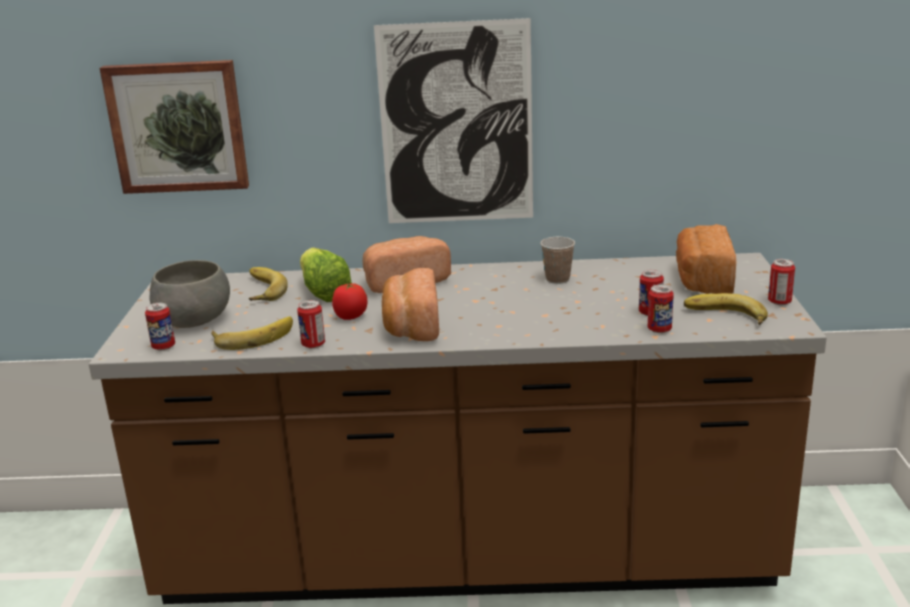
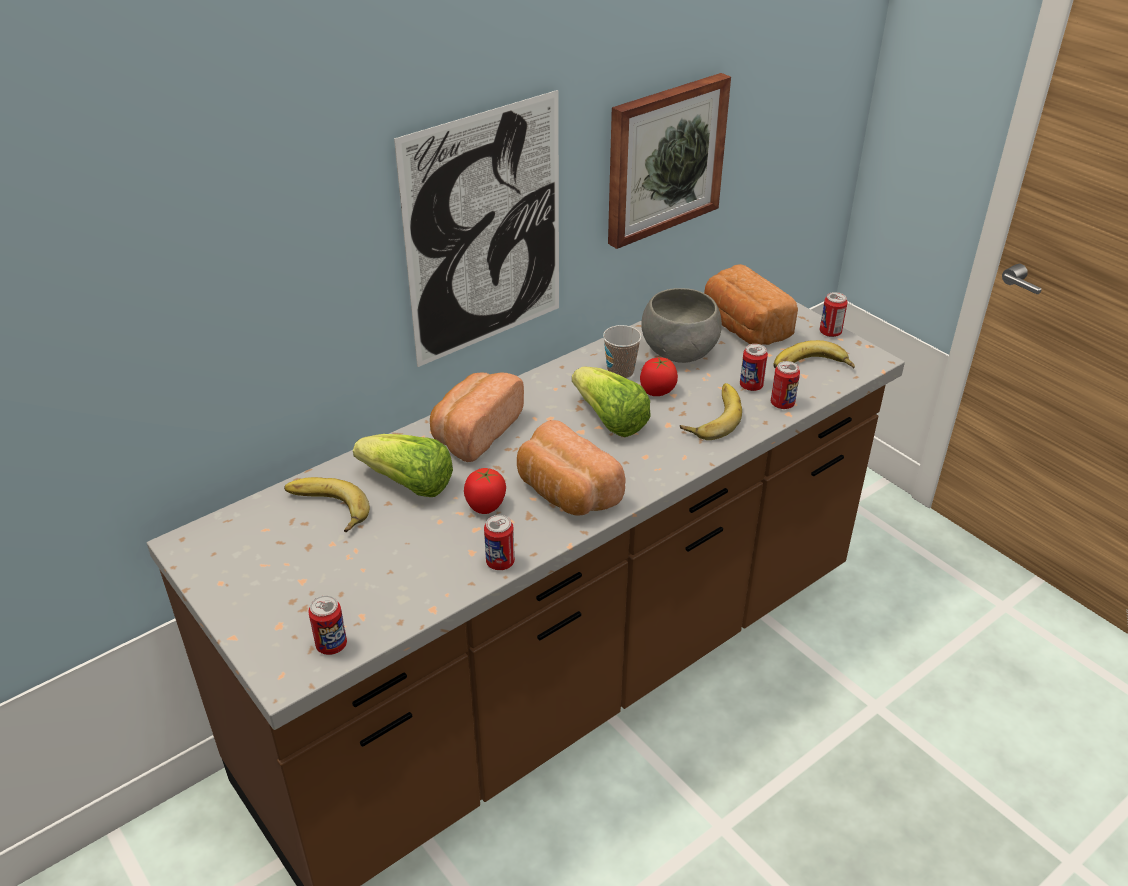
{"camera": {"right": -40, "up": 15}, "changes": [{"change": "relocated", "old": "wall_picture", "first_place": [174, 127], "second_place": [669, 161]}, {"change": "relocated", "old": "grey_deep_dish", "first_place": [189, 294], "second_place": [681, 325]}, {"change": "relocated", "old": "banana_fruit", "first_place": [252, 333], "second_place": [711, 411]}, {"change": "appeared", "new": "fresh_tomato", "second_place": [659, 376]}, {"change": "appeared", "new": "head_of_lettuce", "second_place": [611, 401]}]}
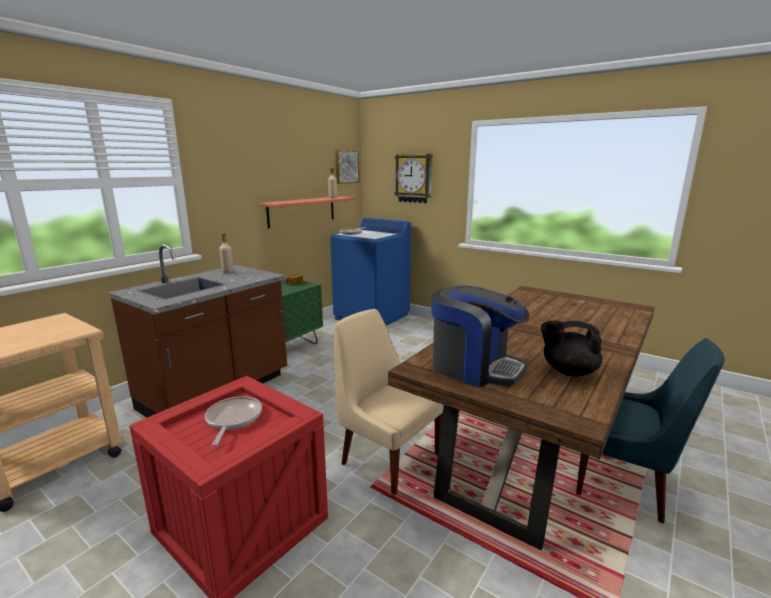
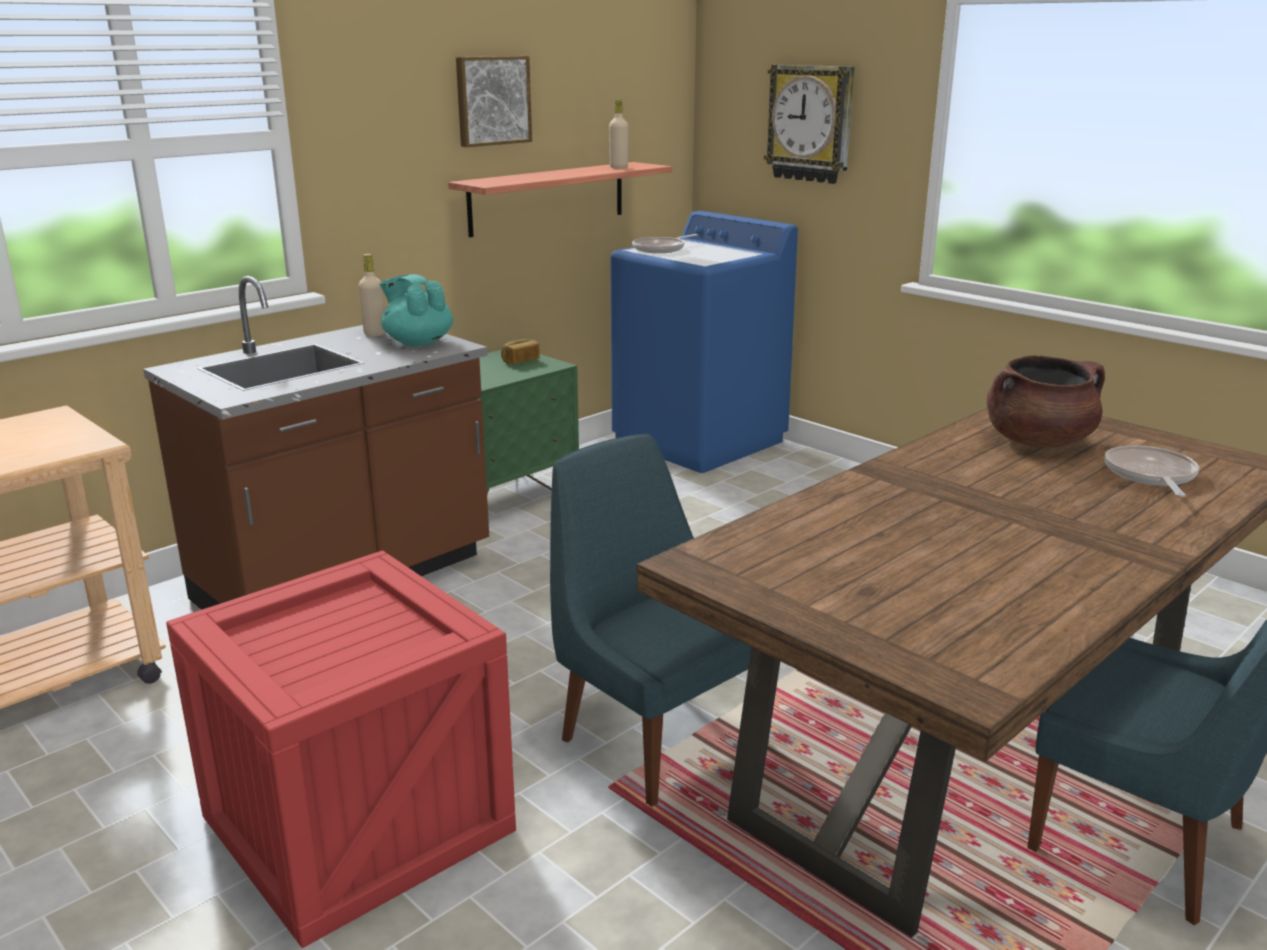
{"camera": {"right": 10, "up": 5}, "changes": [{"change": "relocated", "old": "wall_picture", "first_place": [347, 167], "second_place": [494, 101]}, {"change": "missing", "old": "coffee_machine", "first_place": [480, 336]}, {"change": "colour", "old": "beige-coloured_upright_chair", "new": "bluish_upright_chair", "first_place": [389, 402], "second_place": [650, 620]}, {"change": "missing", "old": "blackish_tea_pot", "first_place": [571, 348]}, {"change": "relocated", "old": "pan", "first_place": [233, 421], "second_place": [1151, 471]}, {"change": "appeared", "new": "blue-green_tea_pot", "second_place": [416, 310]}, {"change": "appeared", "new": "brownish_cooking_pot", "second_place": [1046, 401]}]}
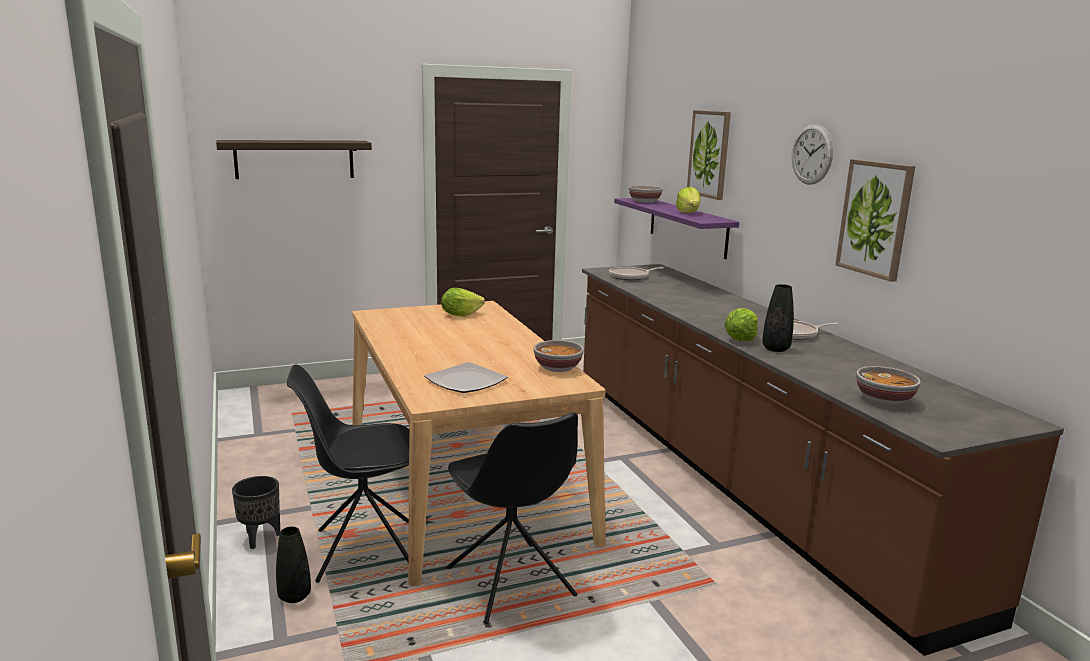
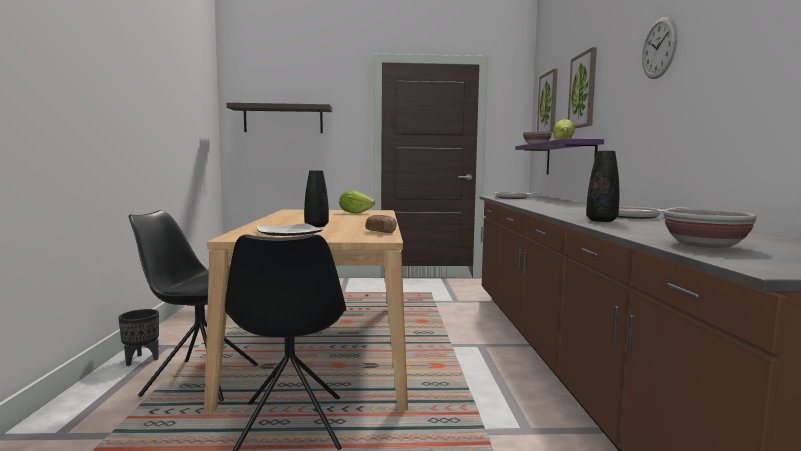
{"camera": {"right": 20, "up": -10}, "changes": [{"change": "relocated", "old": "wall_picture", "first_place": [875, 220], "second_place": [547, 101]}, {"change": "missing", "old": "head_of_lettuce", "first_place": [741, 324]}, {"change": "exchanged", "old": "deep_dish", "new": "baked_bread", "first_place": [558, 356], "second_place": [381, 224]}, {"change": "relocated", "old": "blackish_decorative_vase", "first_place": [293, 565], "second_place": [316, 198]}]}
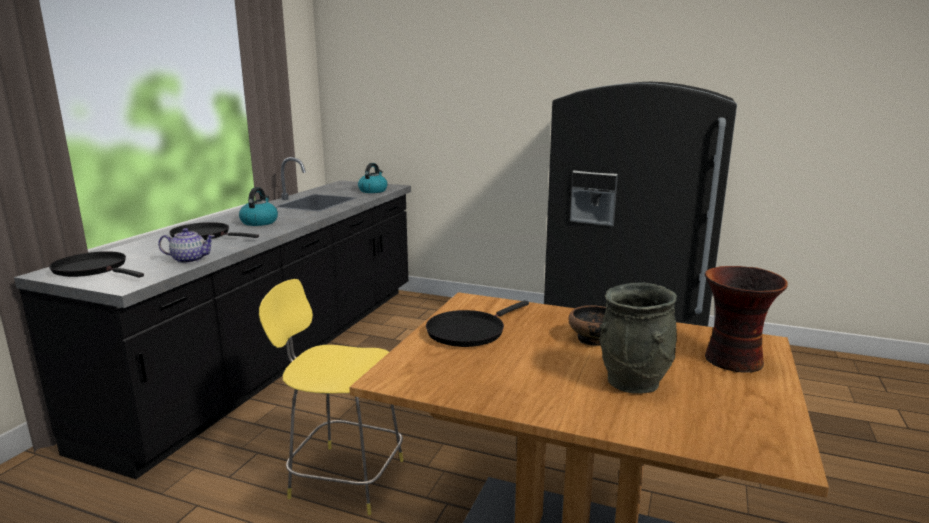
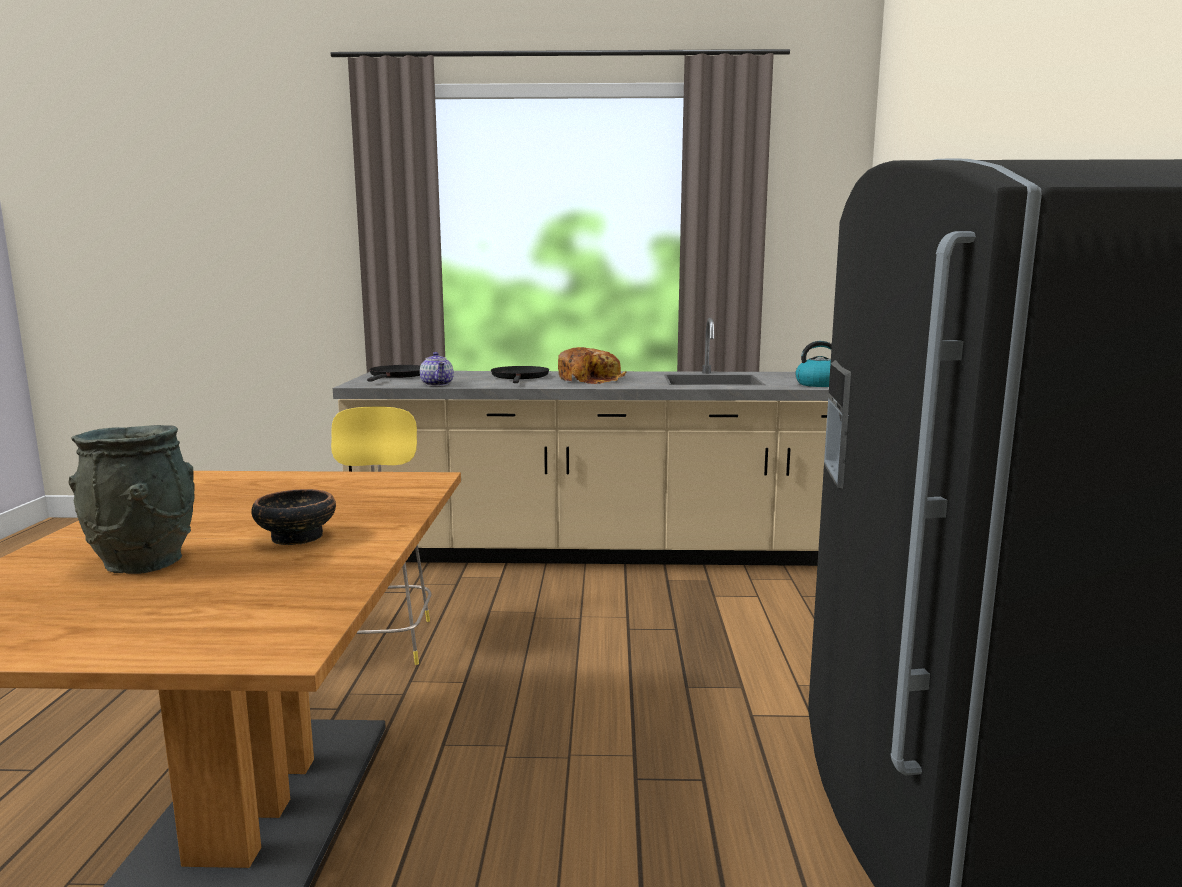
{"camera": {"right": 70, "up": -5}, "changes": [{"change": "colour", "old": "blackish_kitchen_base_unit", "new": "beige-coloured_kitchen_base_unit", "first_place": [212, 318], "second_place": [581, 442]}, {"change": "exchanged", "old": "water_kettle", "new": "baked_bread", "first_place": [258, 206], "second_place": [592, 365]}, {"change": "missing", "old": "decorative_vase", "first_place": [746, 319]}, {"change": "missing", "old": "blackish_pan", "first_place": [477, 323]}]}
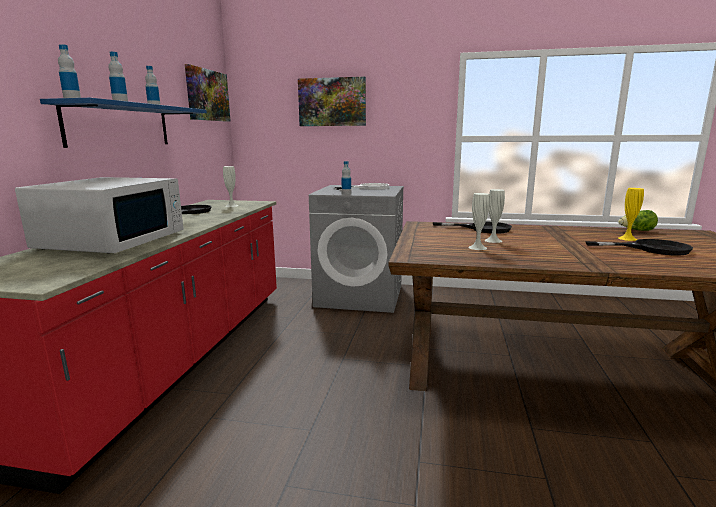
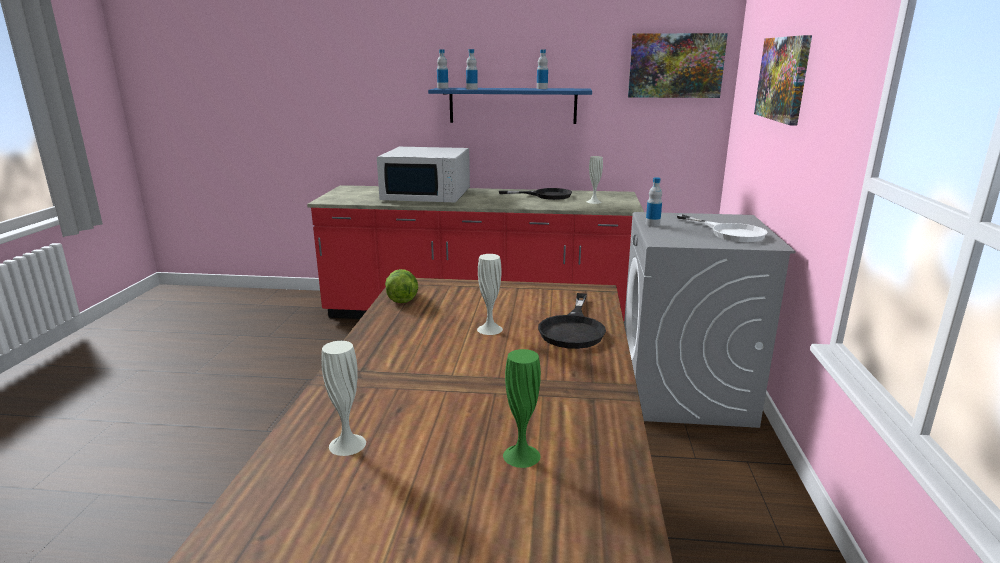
{"camera": {"right": 85, "up": 5}, "changes": [{"change": "colour", "old": "yellowish_decorative_vase", "new": "greenish_decorative_vase", "first_place": [631, 214], "second_place": [522, 408]}, {"change": "relocated", "old": "white-coloured_decorative_vase", "first_place": [479, 221], "second_place": [343, 398]}, {"change": "relocated", "old": "head_of_lettuce", "first_place": [638, 220], "second_place": [402, 286]}, {"change": "missing", "old": "blackish_pan", "first_place": [639, 247]}]}
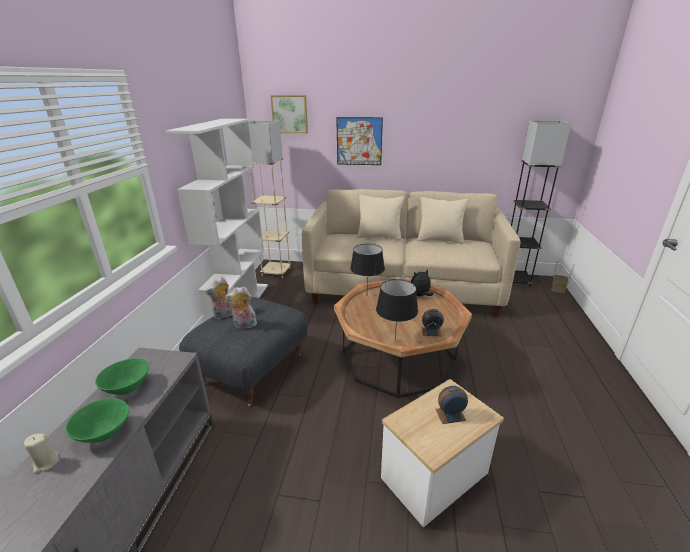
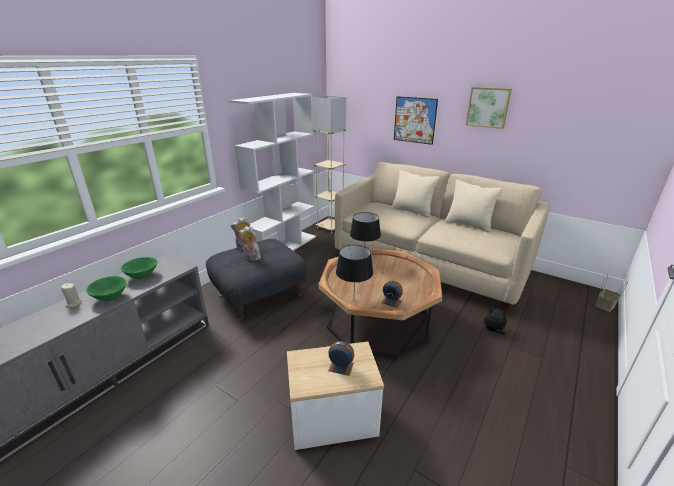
{"camera": {"right": 25, "up": 0}, "changes": [{"change": "relocated", "old": "wall_picture", "first_place": [289, 114], "second_place": [489, 108]}, {"change": "missing", "old": "grey_standing_lamp", "first_place": [541, 203]}, {"change": "relocated", "old": "plush_toy", "first_place": [422, 282], "second_place": [495, 321]}]}
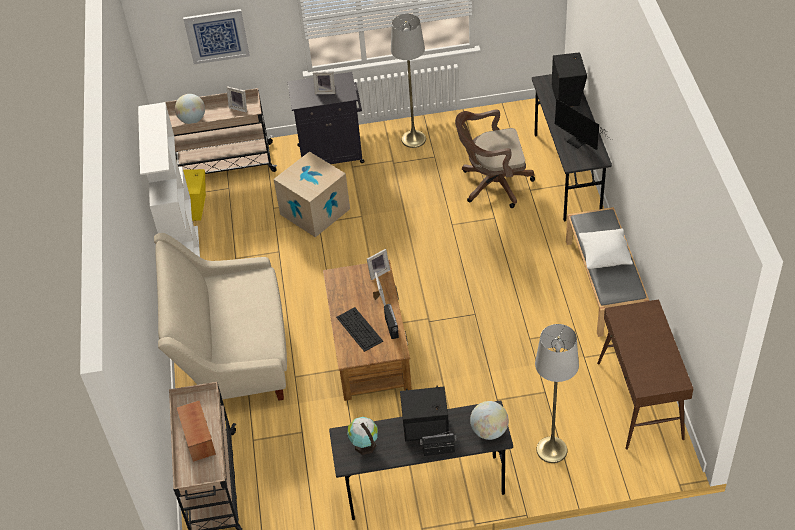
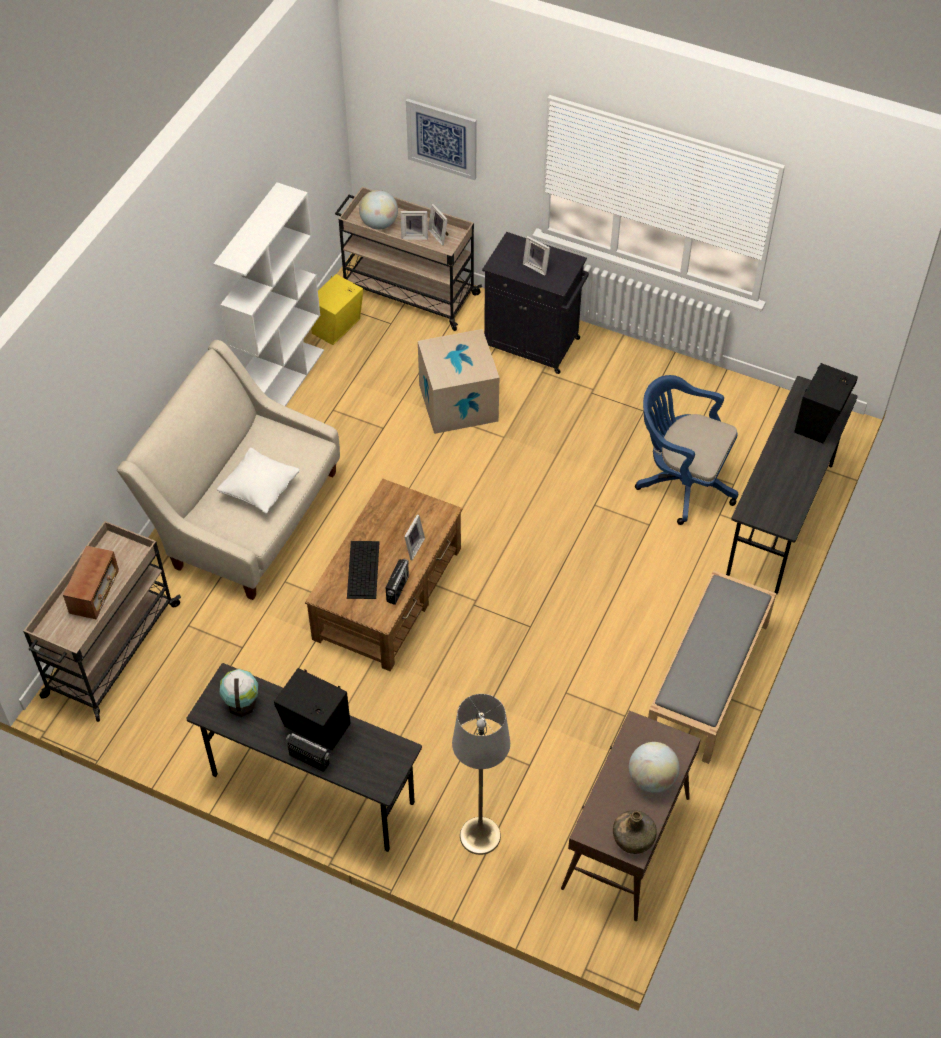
{"camera": {"right": 30, "up": 5}, "changes": [{"change": "missing", "old": "grey_standing_lamp", "first_place": [408, 81]}, {"change": "missing", "old": "computer_display", "first_place": [579, 124]}, {"change": "colour", "old": "brownish_desk_chair", "new": "bluish_desk_chair", "first_place": [495, 158], "second_place": [686, 450]}, {"change": "relocated", "old": "white-coloured_pillow", "first_place": [606, 249], "second_place": [258, 481]}, {"change": "relocated", "old": "standing_frame", "first_place": [378, 264], "second_place": [414, 225]}, {"change": "relocated", "old": "desk_globe", "first_place": [489, 420], "second_place": [654, 767]}, {"change": "appeared", "new": "greenish_bottle", "second_place": [635, 832]}]}
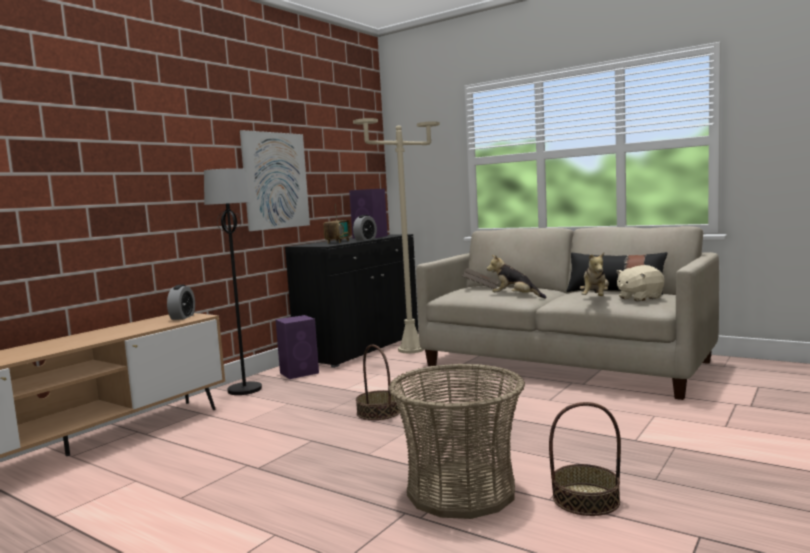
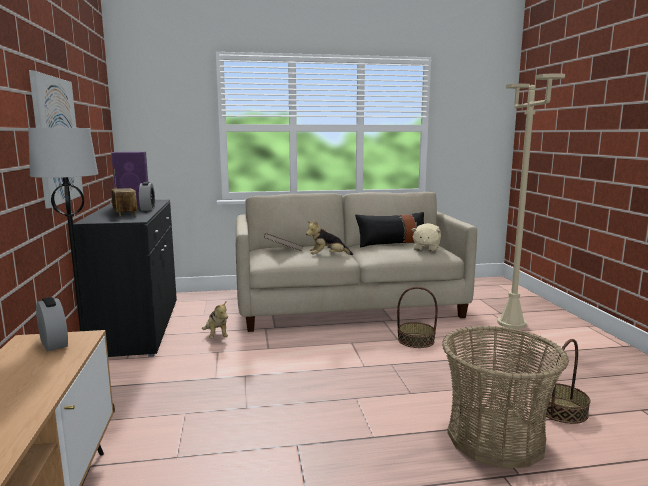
{"camera": {"right": -45, "up": 5}, "changes": [{"change": "relocated", "old": "beige-coloured_standing_lamp", "first_place": [396, 235], "second_place": [531, 201]}, {"change": "relocated", "old": "plush_toy", "first_place": [594, 274], "second_place": [215, 320]}, {"change": "missing", "old": "purple_loudspeaker", "first_place": [297, 347]}, {"change": "relocated", "old": "storage_basket", "first_place": [378, 382], "second_place": [417, 317]}]}
